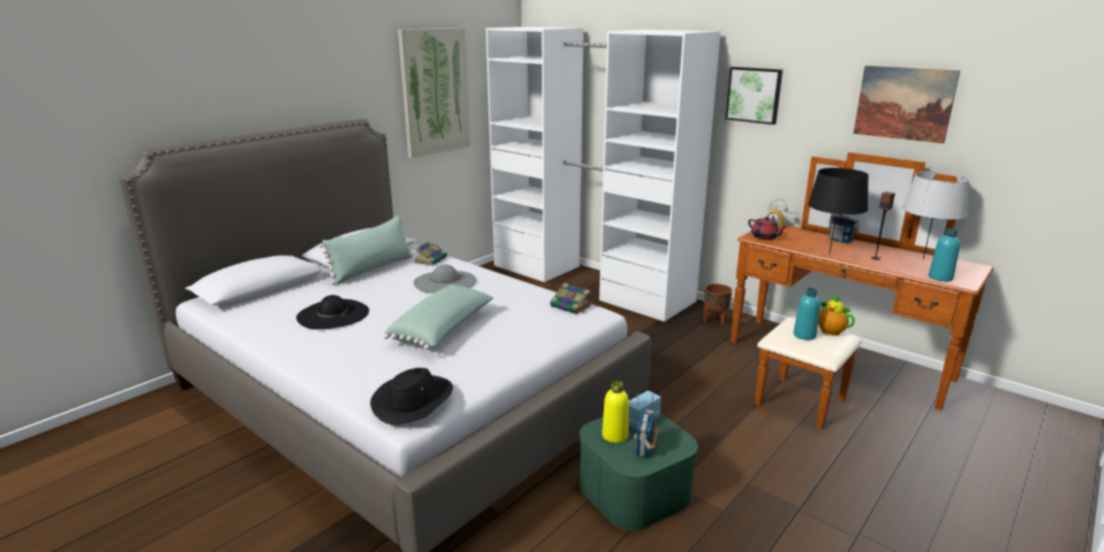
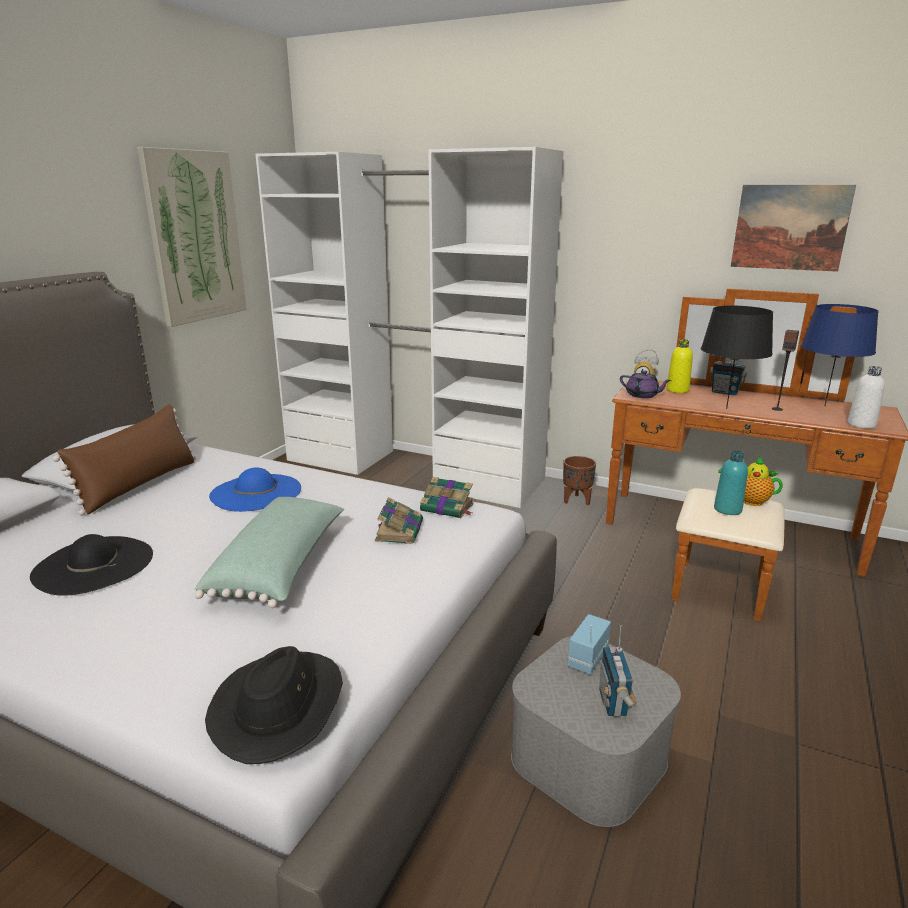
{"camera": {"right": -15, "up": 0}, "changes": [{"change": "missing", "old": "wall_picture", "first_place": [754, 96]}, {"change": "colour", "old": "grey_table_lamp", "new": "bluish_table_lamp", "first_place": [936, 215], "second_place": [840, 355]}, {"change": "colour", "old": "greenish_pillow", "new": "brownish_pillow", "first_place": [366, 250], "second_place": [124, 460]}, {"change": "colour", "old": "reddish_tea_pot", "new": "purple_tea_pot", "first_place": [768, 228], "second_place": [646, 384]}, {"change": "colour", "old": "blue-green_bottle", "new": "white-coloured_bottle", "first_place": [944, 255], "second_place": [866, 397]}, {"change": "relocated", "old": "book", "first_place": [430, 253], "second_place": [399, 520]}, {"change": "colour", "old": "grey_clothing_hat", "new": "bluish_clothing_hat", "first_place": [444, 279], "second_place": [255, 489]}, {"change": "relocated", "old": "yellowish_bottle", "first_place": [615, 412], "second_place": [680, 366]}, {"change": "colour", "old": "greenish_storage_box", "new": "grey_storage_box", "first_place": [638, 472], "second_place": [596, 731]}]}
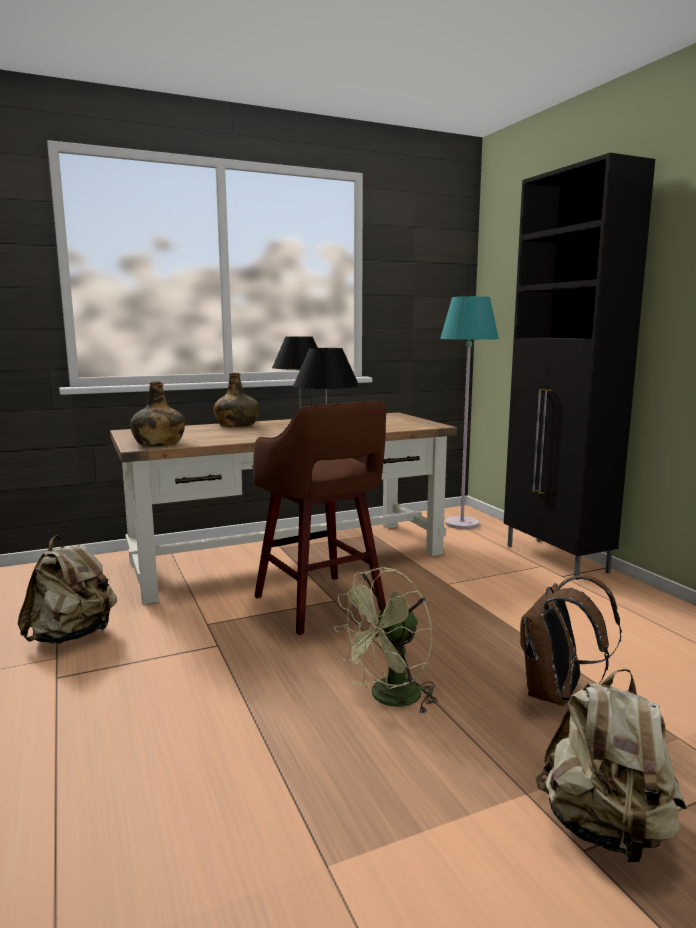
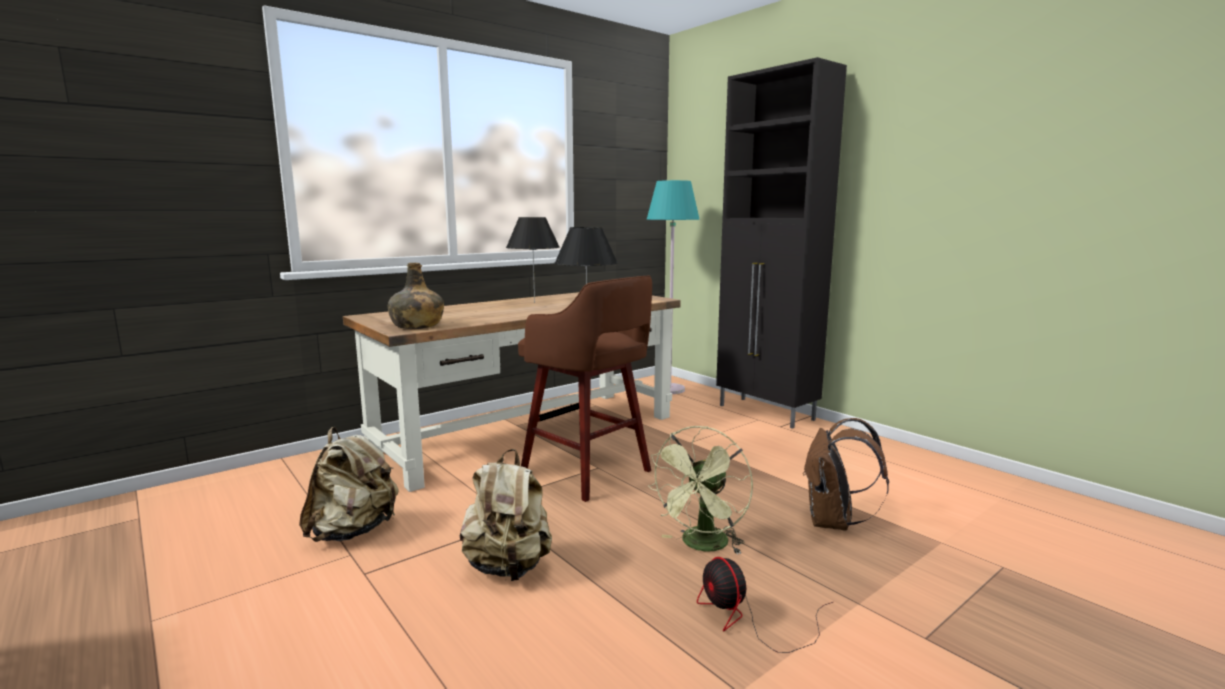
{"camera": {"right": -15, "up": 0}, "changes": [{"change": "missing", "old": "greenish_bottle", "first_place": [236, 400]}, {"change": "relocated", "old": "beige-coloured_knapsack", "first_place": [611, 766], "second_place": [506, 515]}, {"change": "appeared", "new": "electric_fan", "second_place": [765, 605]}]}
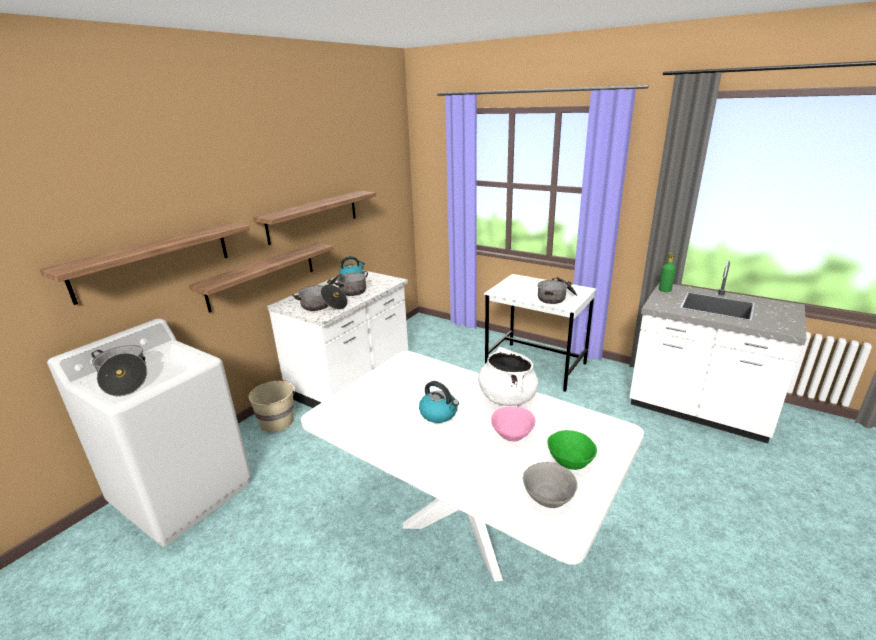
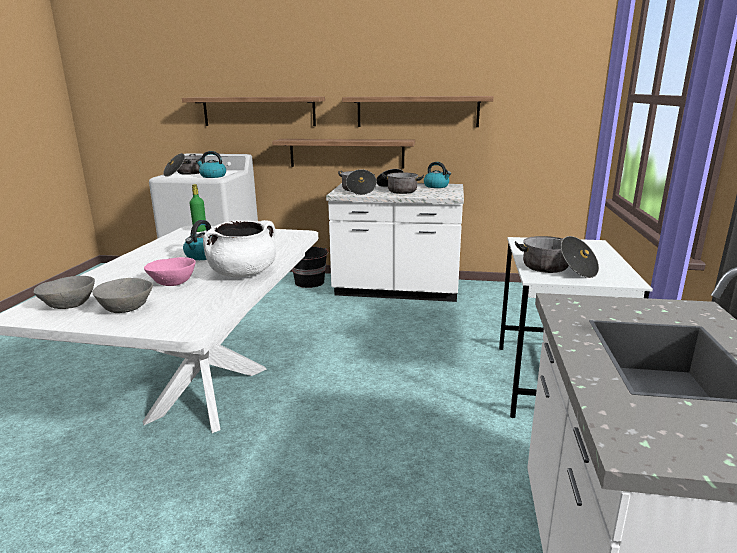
{"camera": {"right": 65, "up": -5}, "changes": [{"change": "relocated", "old": "greenish_bottle", "first_place": [667, 272], "second_place": [197, 208]}, {"change": "colour", "old": "beige-coloured_bucket", "new": "blackish_bucket", "first_place": [271, 406], "second_place": [310, 267]}, {"change": "colour", "old": "greenish_deep_dish", "new": "grey_deep_dish", "first_place": [572, 450], "second_place": [122, 295]}, {"change": "appeared", "new": "water_kettle", "second_place": [211, 164]}]}
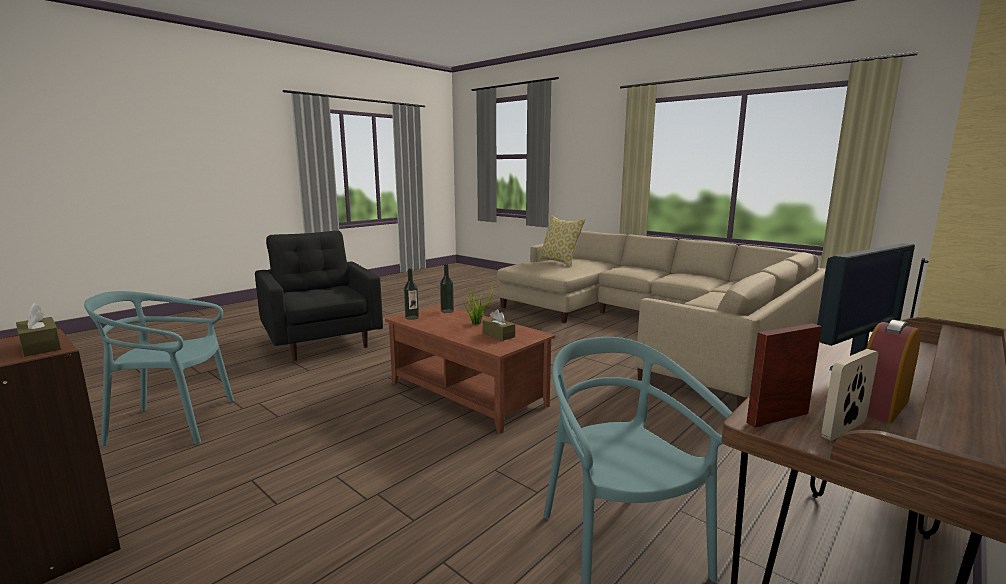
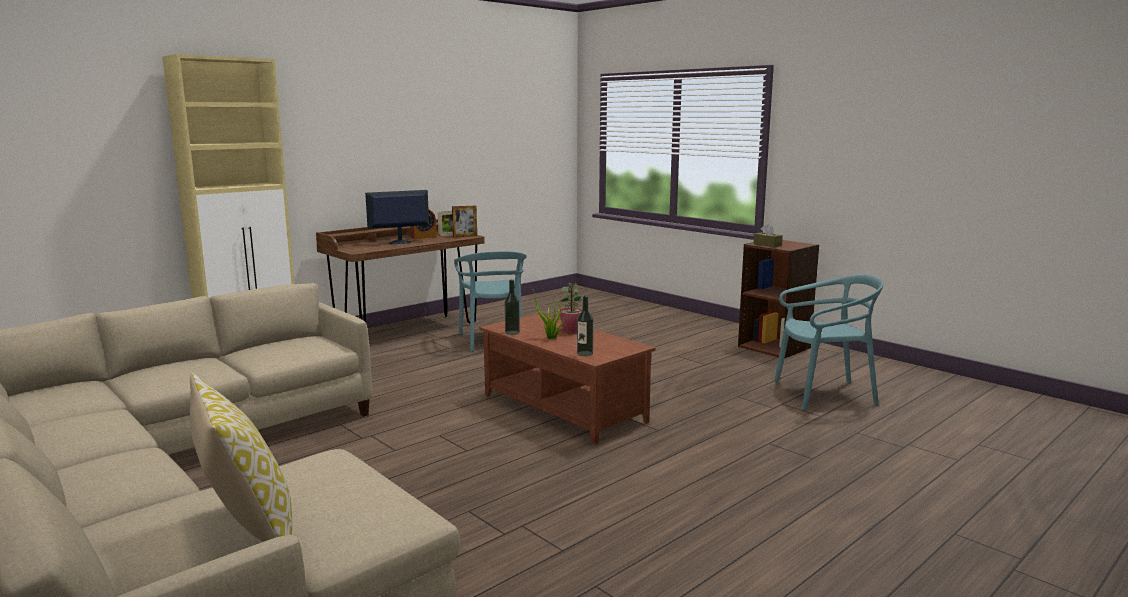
{"camera": {"right": -175, "up": 0}, "changes": [{"change": "missing", "old": "blackish_lounge_chair", "first_place": [319, 296]}, {"change": "relocated", "old": "bottle", "first_place": [411, 294], "second_place": [512, 307]}, {"change": "missing", "old": "brownish_tissue_box", "first_place": [499, 325]}, {"change": "appeared", "new": "plant_in_a_pot", "second_place": [570, 308]}]}
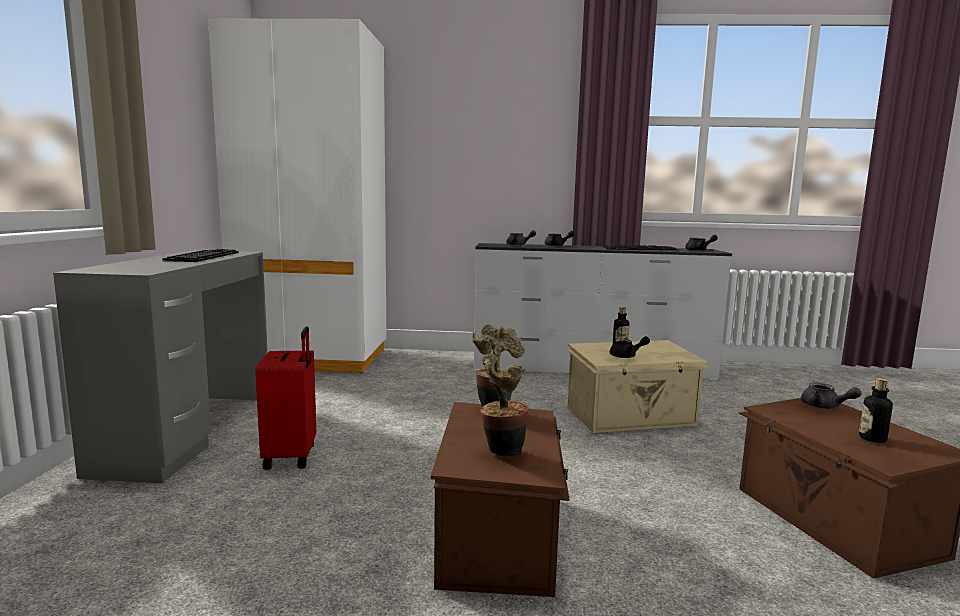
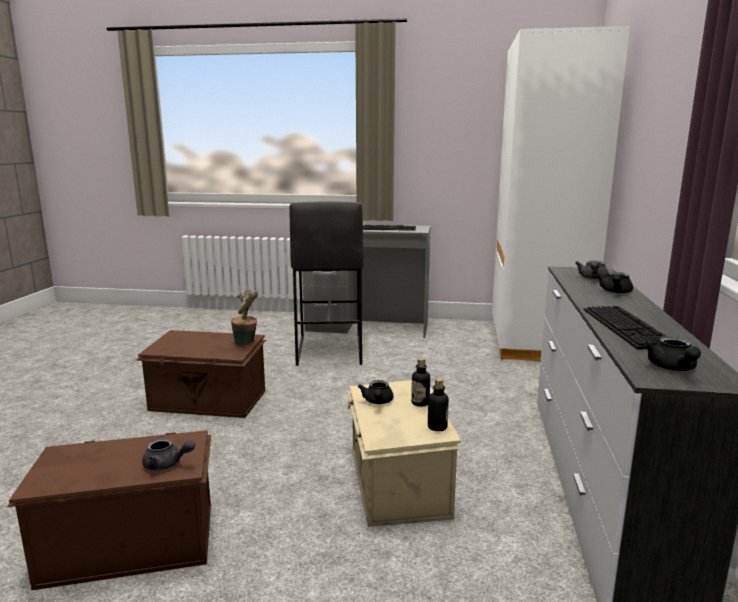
{"camera": {"right": 95, "up": 5}, "changes": [{"change": "exchanged", "old": "reddish_travel_case", "new": "grey_sitting_stool", "first_place": [286, 398], "second_place": [326, 283]}, {"change": "missing", "old": "plant_in_a_pot", "first_place": [504, 405]}, {"change": "relocated", "old": "bottle", "first_place": [876, 410], "second_place": [438, 404]}, {"change": "spun", "old": "grey_tea_pot", "first_place": [831, 396], "second_place": [168, 454], "degrees": -135}]}
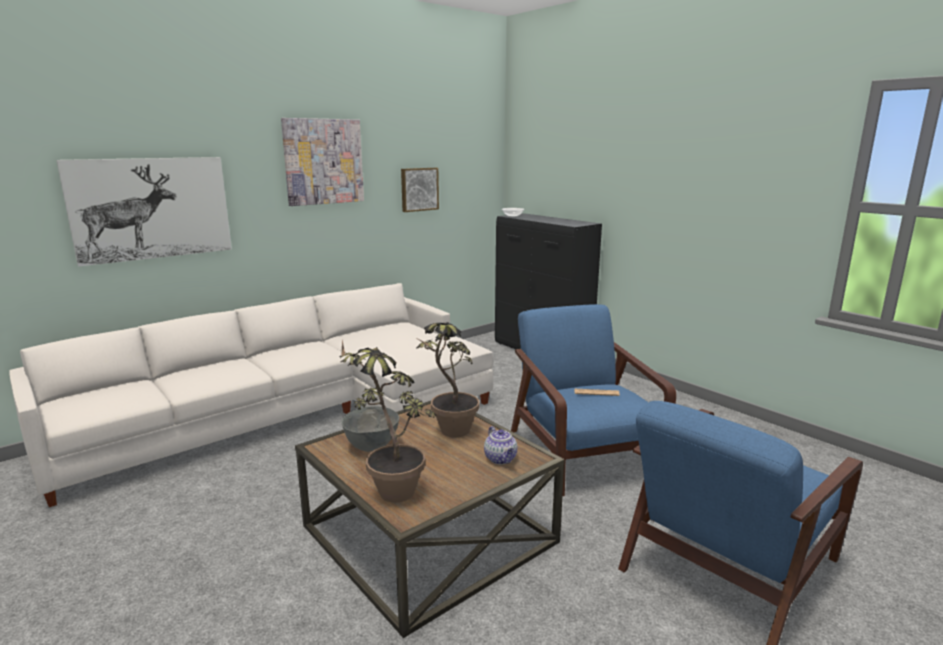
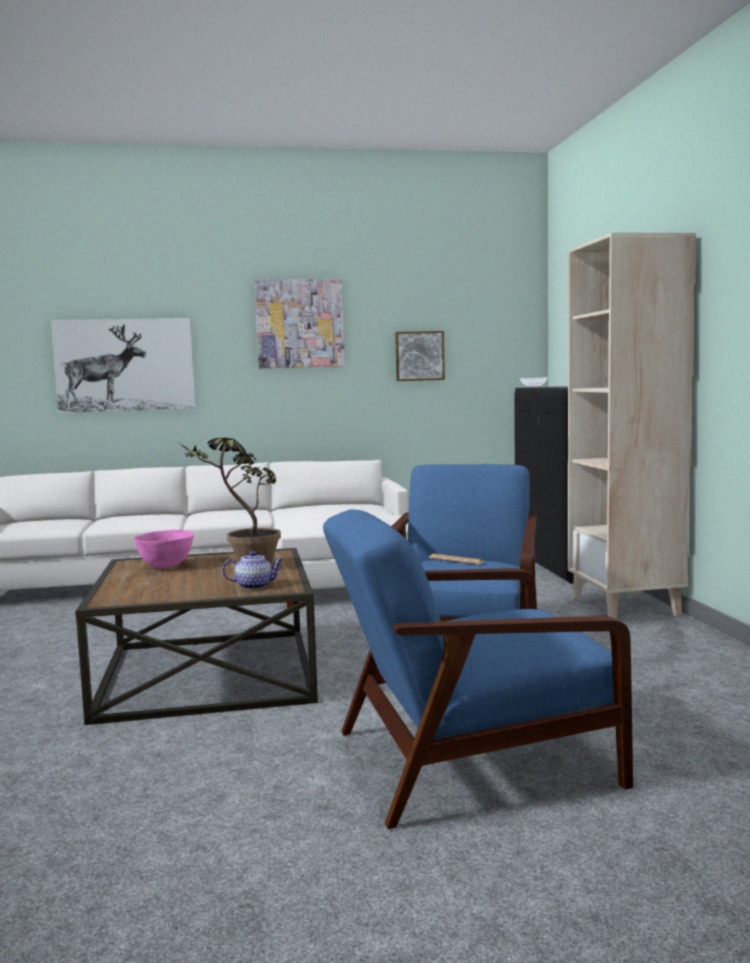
{"camera": {"right": 30, "up": -10}, "changes": [{"change": "missing", "old": "plant_in_a_pot", "first_place": [388, 421]}, {"change": "colour", "old": "grey_deep_dish", "new": "pink-coloured_deep_dish", "first_place": [370, 429], "second_place": [164, 549]}, {"change": "spun", "old": "tea_pot", "first_place": [501, 445], "second_place": [253, 570], "degrees": -105}, {"change": "appeared", "new": "beige-coloured_shelving_unit", "second_place": [632, 425]}]}
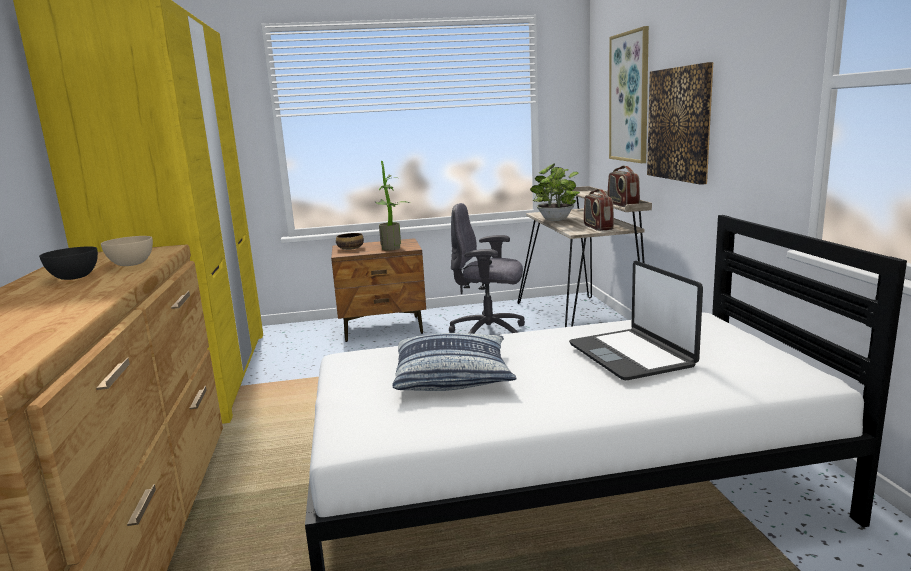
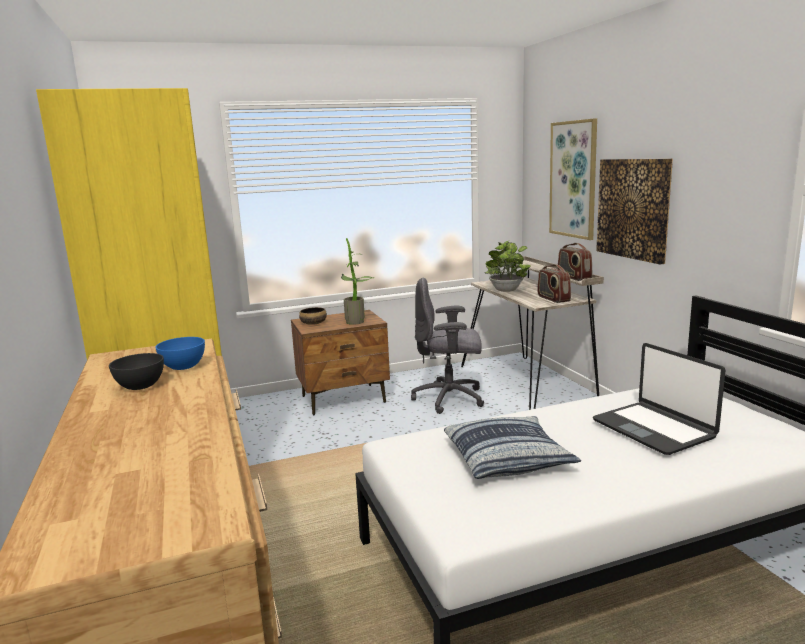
{"camera": {"right": -10, "up": 0}, "changes": [{"change": "colour", "old": "beige-coloured_deep_dish", "new": "bluish_deep_dish", "first_place": [127, 251], "second_place": [180, 353]}]}
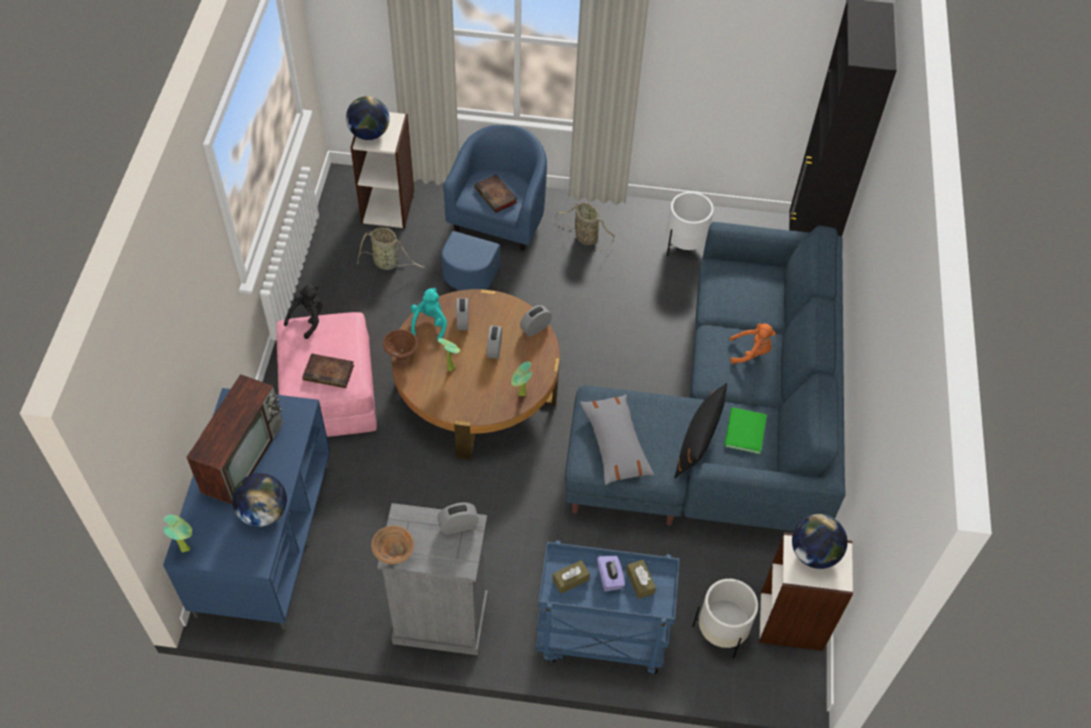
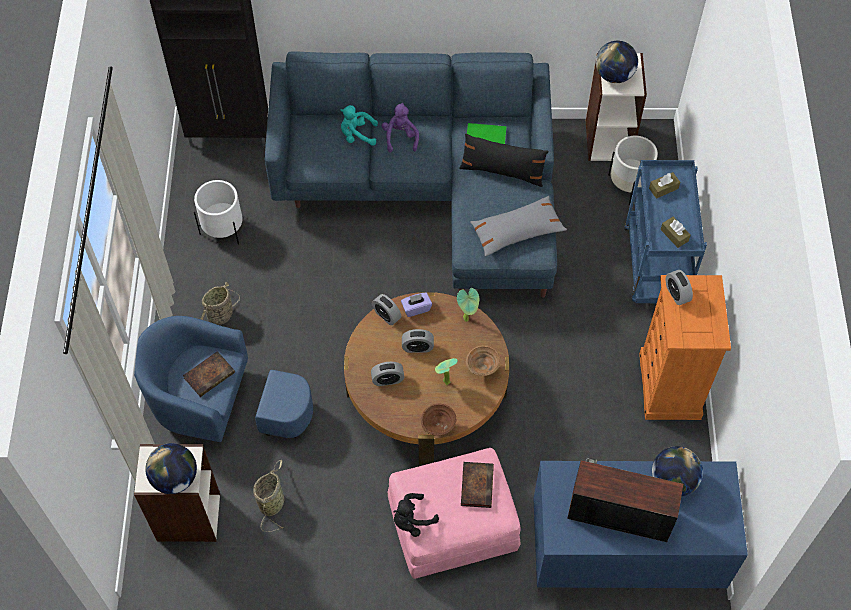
{"camera": {"right": -95, "up": 5}, "changes": [{"change": "spun", "old": "blackish_plush_toy", "first_place": [303, 311], "second_place": [416, 515], "degrees": -60}, {"change": "relocated", "old": "blue-green_plush_toy", "first_place": [429, 315], "second_place": [359, 125]}, {"change": "colour", "old": "orange-coloured_plush_toy", "new": "purple_plush_toy", "first_place": [752, 343], "second_place": [400, 127]}, {"change": "colour", "old": "grey_drawer_chest", "new": "orange-coloured_drawer_chest", "first_place": [432, 579], "second_place": [685, 347]}, {"change": "missing", "old": "plant_in_a_pot", "first_place": [177, 533]}, {"change": "relocated", "old": "brownish_deep_dish", "first_place": [392, 544], "second_place": [483, 361]}, {"change": "relocated", "old": "purple_tissue_box", "first_place": [611, 574], "second_place": [416, 305]}]}
